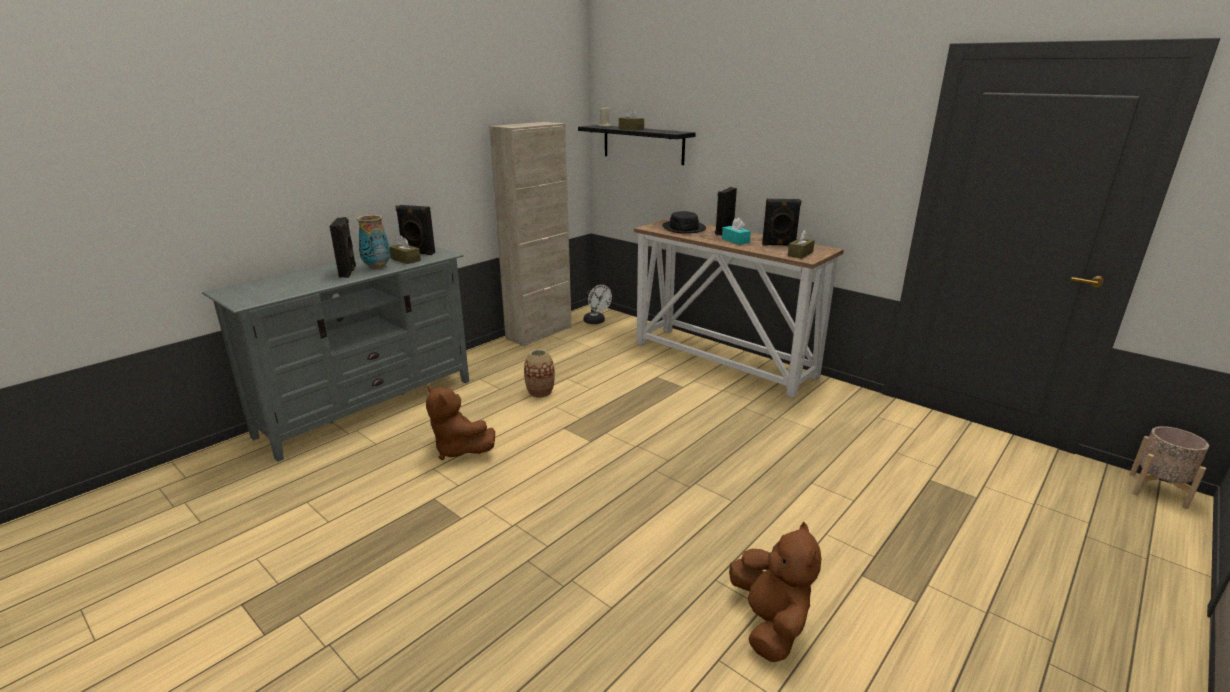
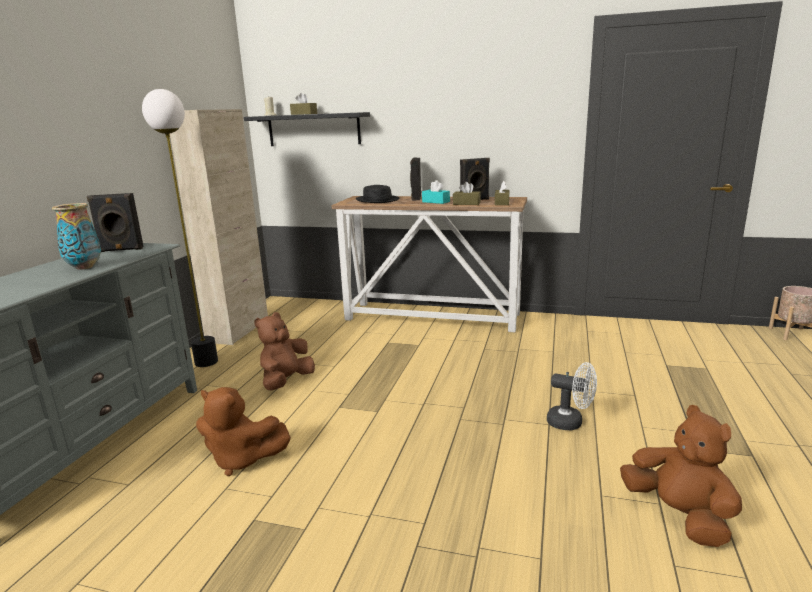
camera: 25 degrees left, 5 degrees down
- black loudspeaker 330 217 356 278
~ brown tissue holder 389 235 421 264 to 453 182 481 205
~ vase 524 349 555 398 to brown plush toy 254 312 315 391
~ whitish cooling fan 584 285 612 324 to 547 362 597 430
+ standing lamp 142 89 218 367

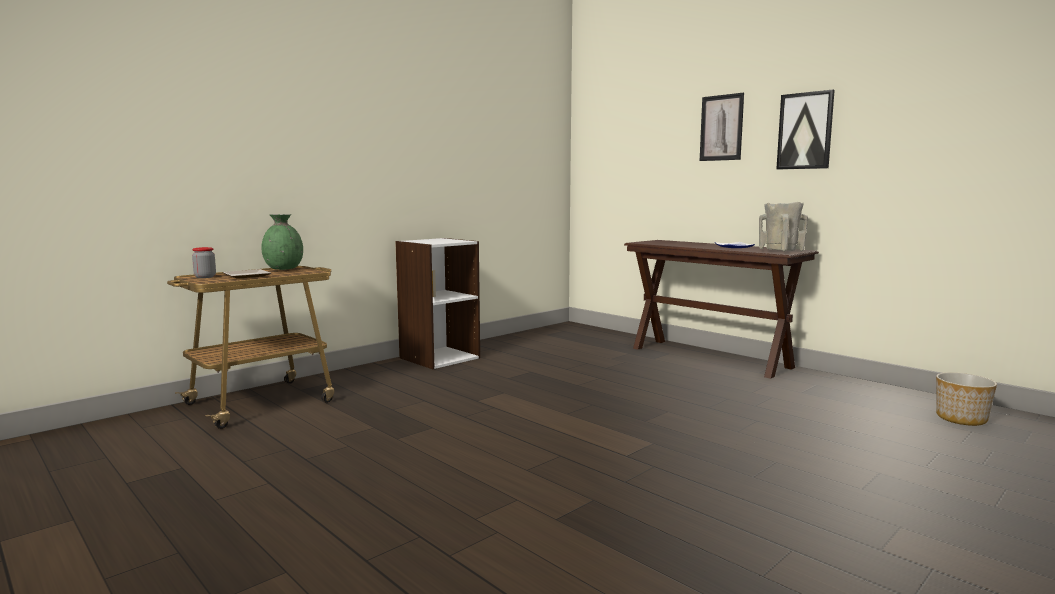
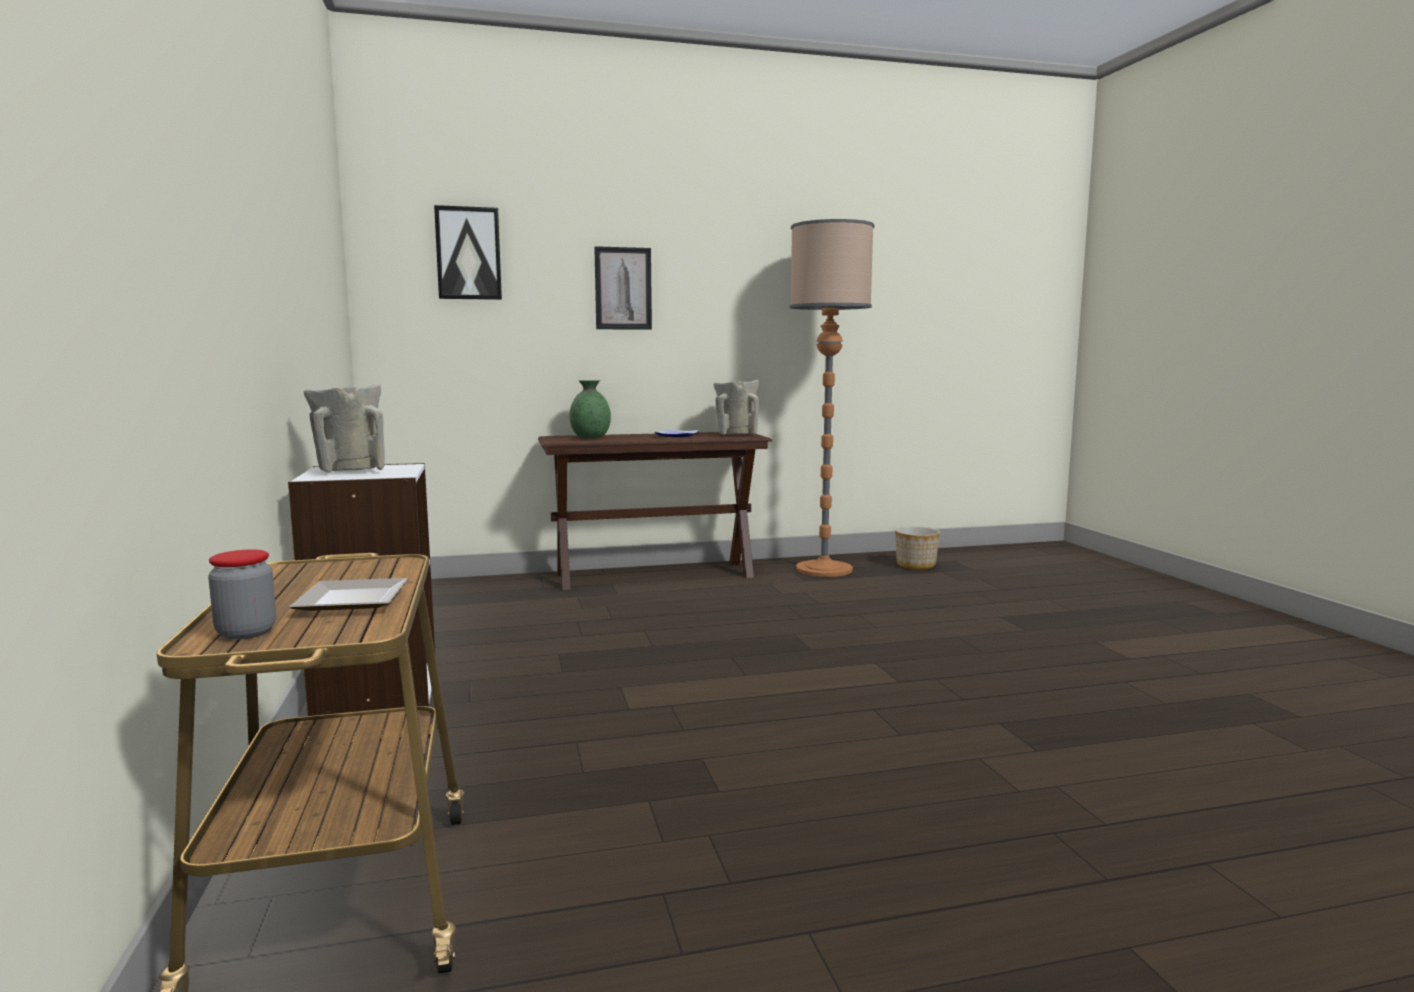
camera: 60 degrees left, 0 degrees up
~ greenish vase 261 214 303 270 to 570 380 611 438
~ wall picture 776 90 835 169 to 434 205 502 300
+ beige vase 304 384 385 473
+ standing lamp 790 219 874 577

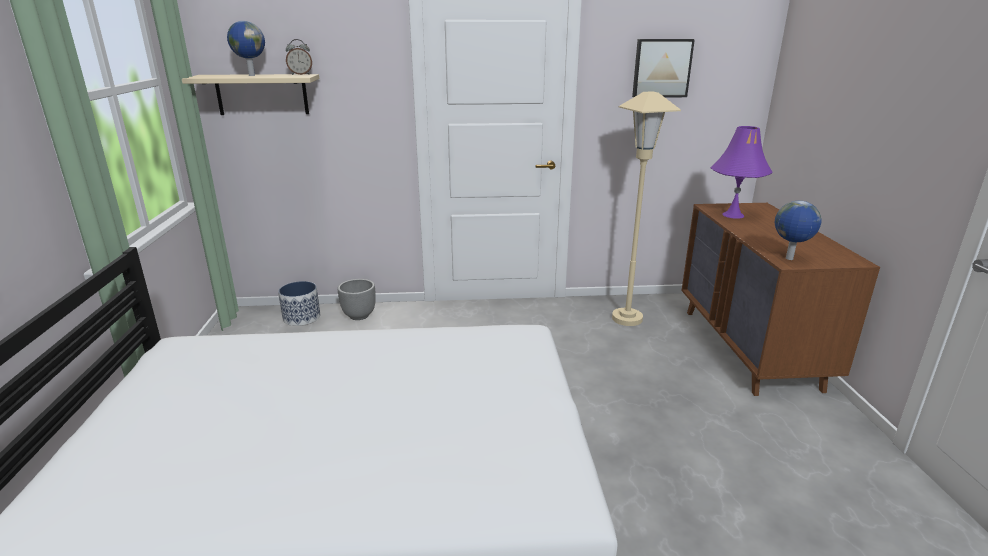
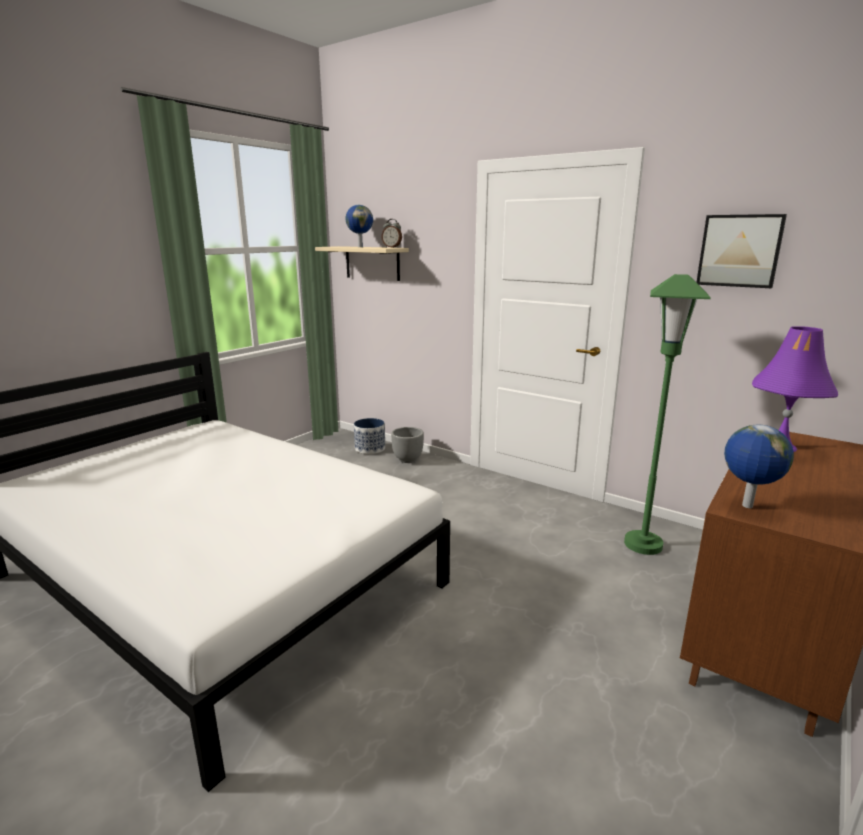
camera: 40 degrees right, 5 degrees down
~ beige standing lamp 612 91 681 326 to greenish standing lamp 624 274 711 555

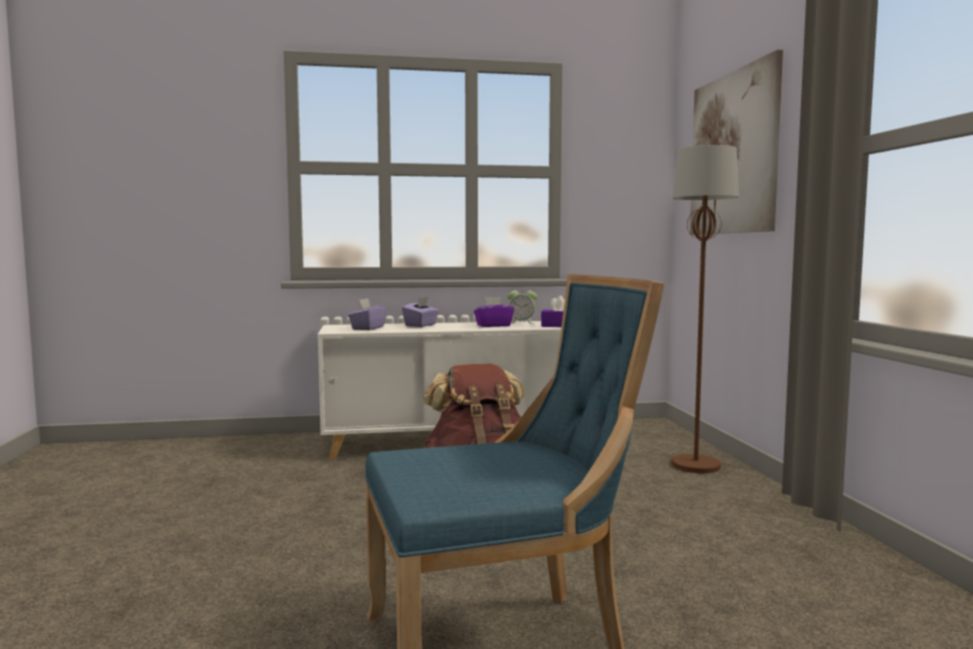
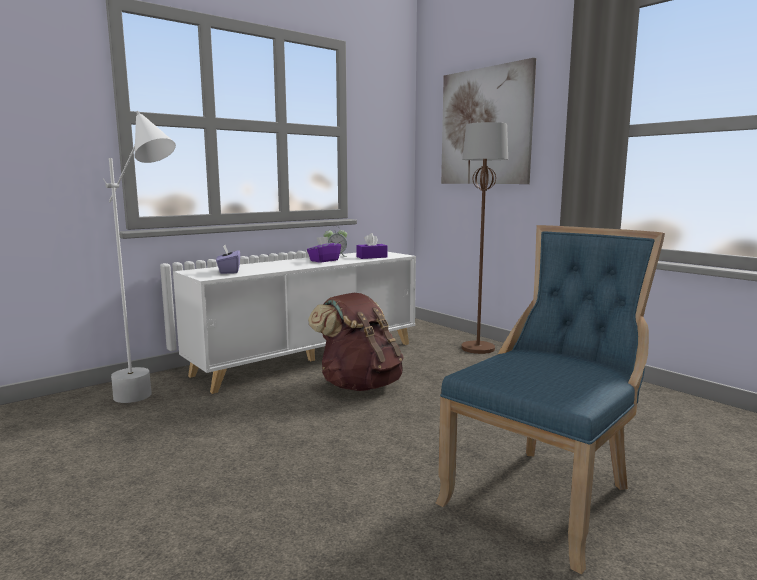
camera: 30 degrees left, 5 degrees up
- purple tissue holder 402 297 439 327
+ whitish standing lamp 103 111 176 403

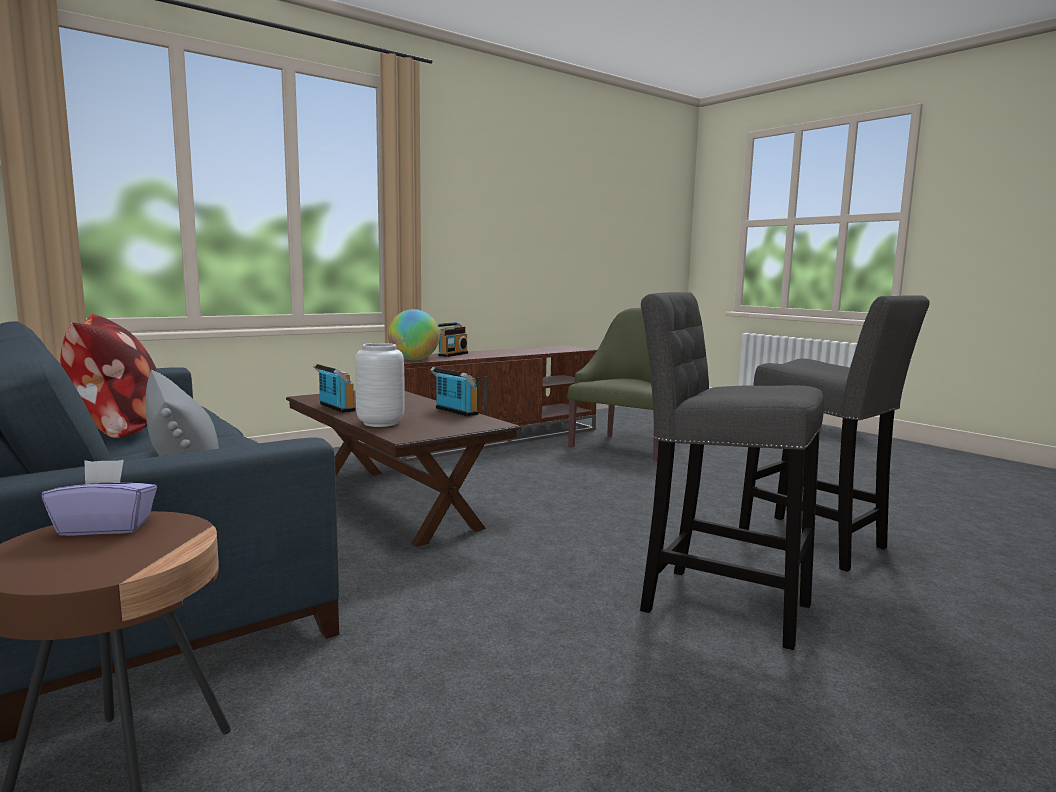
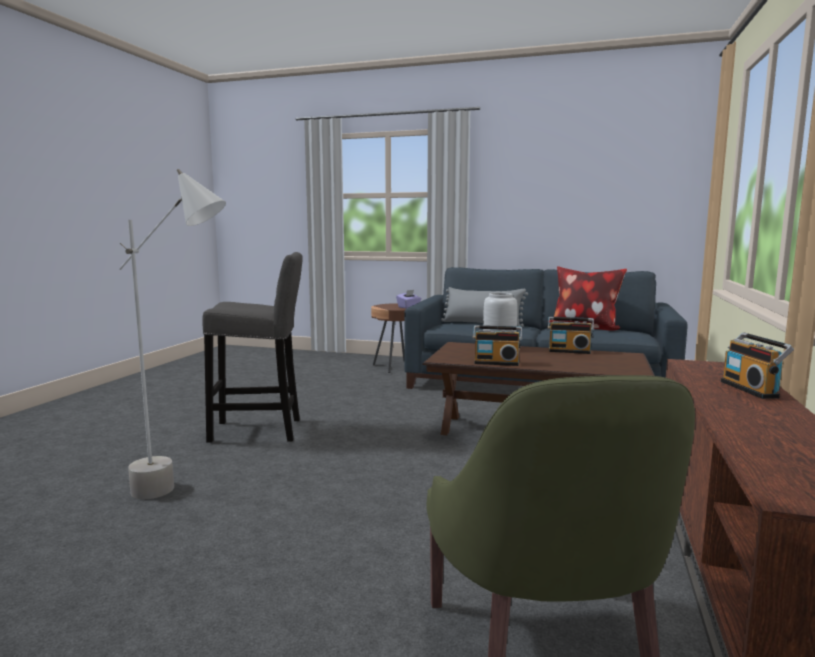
camera: 145 degrees right, 0 degrees up
- globe 388 309 440 361
~ grey sitting stool 739 295 930 572 to grey standing lamp 119 169 226 499

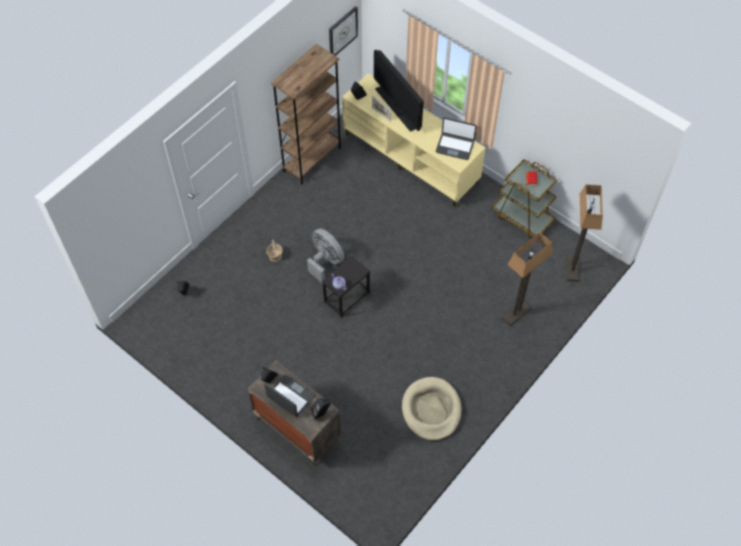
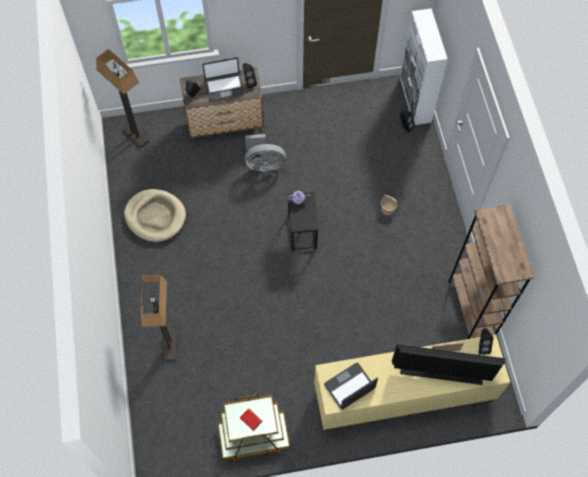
camera: 130 degrees right, 5 degrees up
~ grey cooling fan 307 228 344 283 to 245 134 286 171
- wall clock 329 6 358 56
~ standing lamp 566 184 603 282 to 96 49 149 148
+ whitish cupboard 400 8 448 125

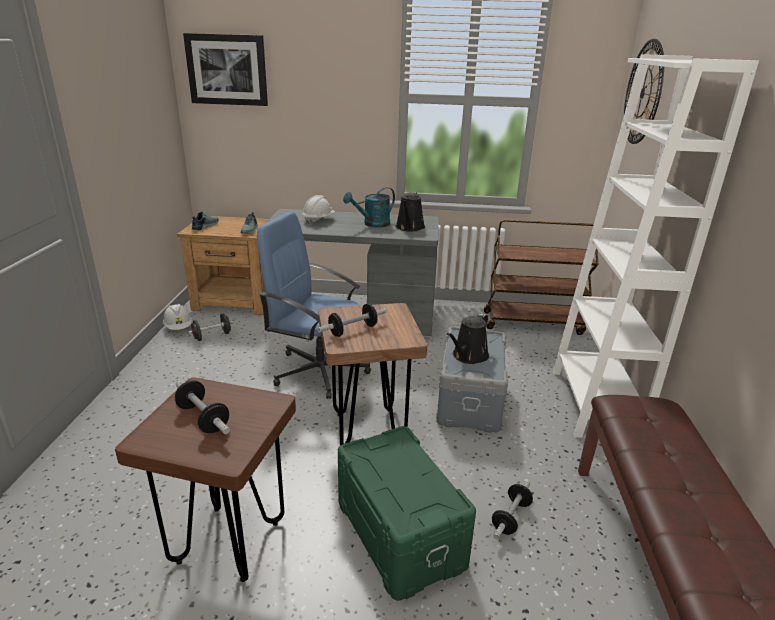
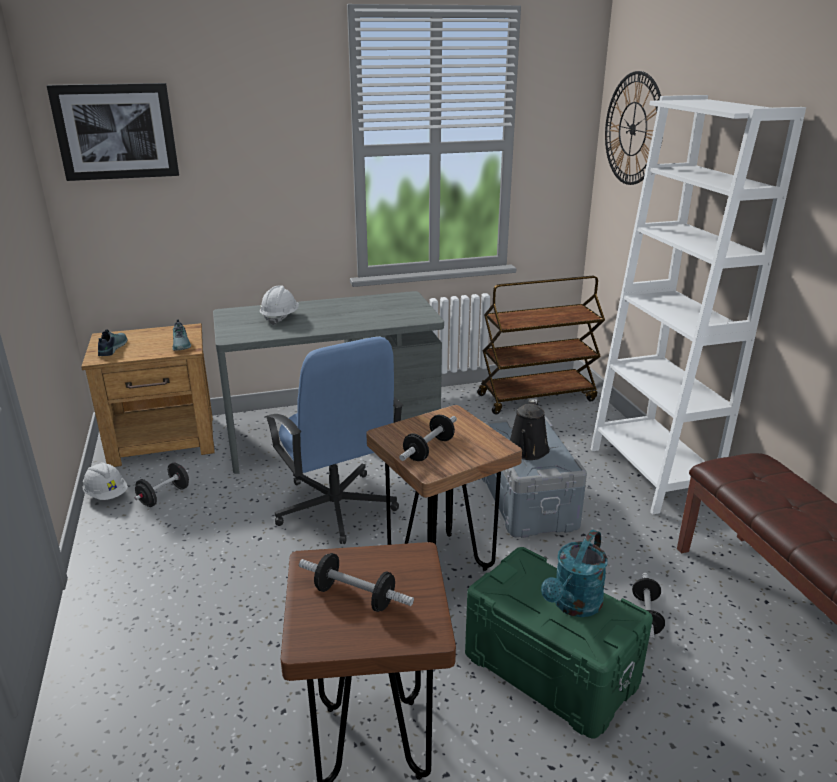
camera: 20 degrees left, 0 degrees up
~ bluish office chair 257 211 371 399 = 265 337 403 544 120 degrees counterclockwise
~ turquoise-coloured sprinkling can 343 187 395 228 to 541 530 608 617
- black sprinkling can 395 192 425 232

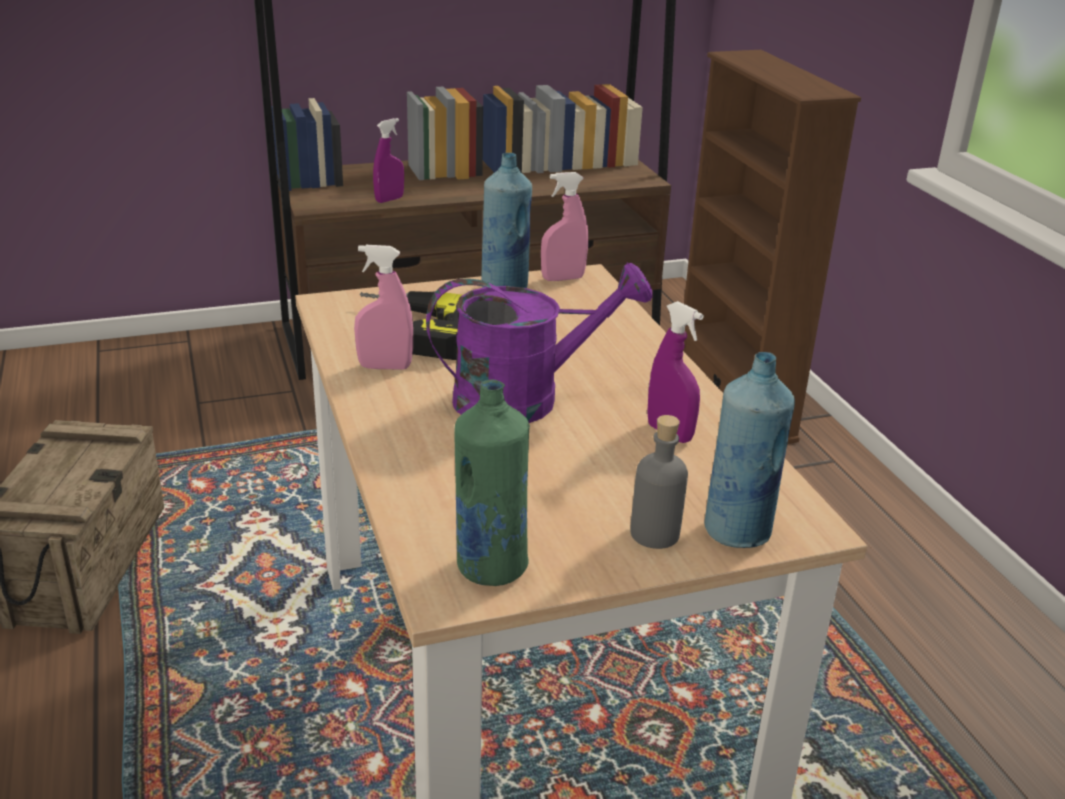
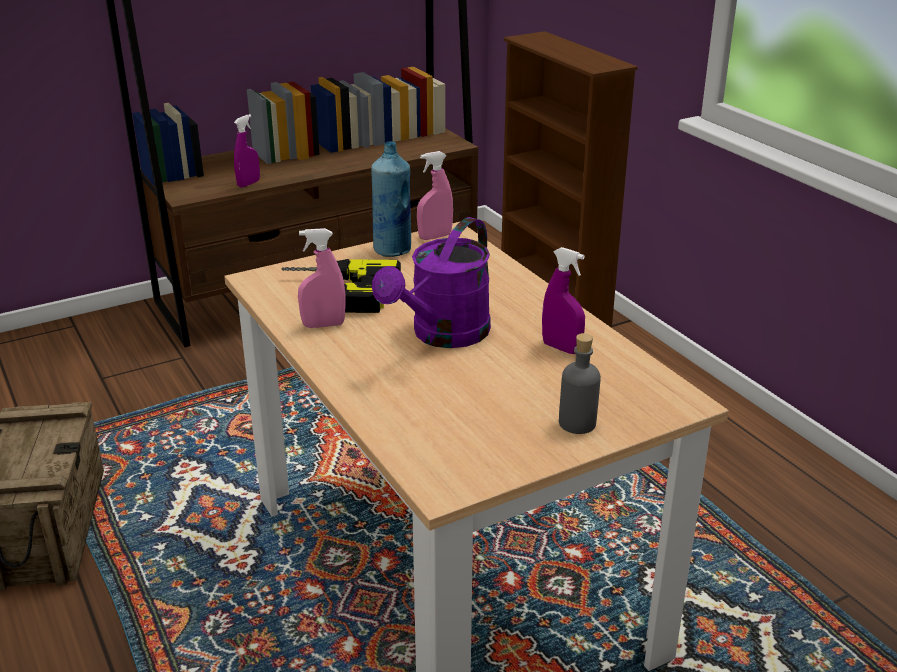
camera: 10 degrees left, 0 degrees up
~ purple sprinkling can 426 262 653 423 = 372 217 491 348 150 degrees clockwise
- greenish beverage bottle 454 380 530 586
- bluish beverage bottle 704 352 795 548

